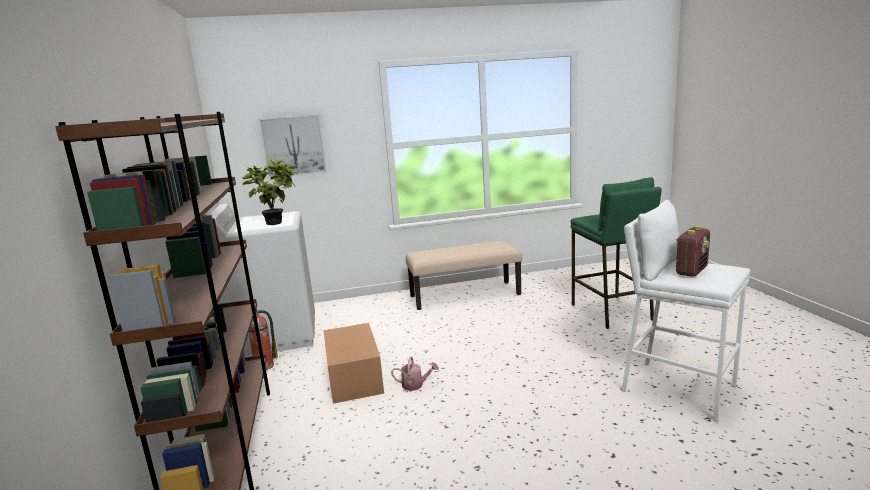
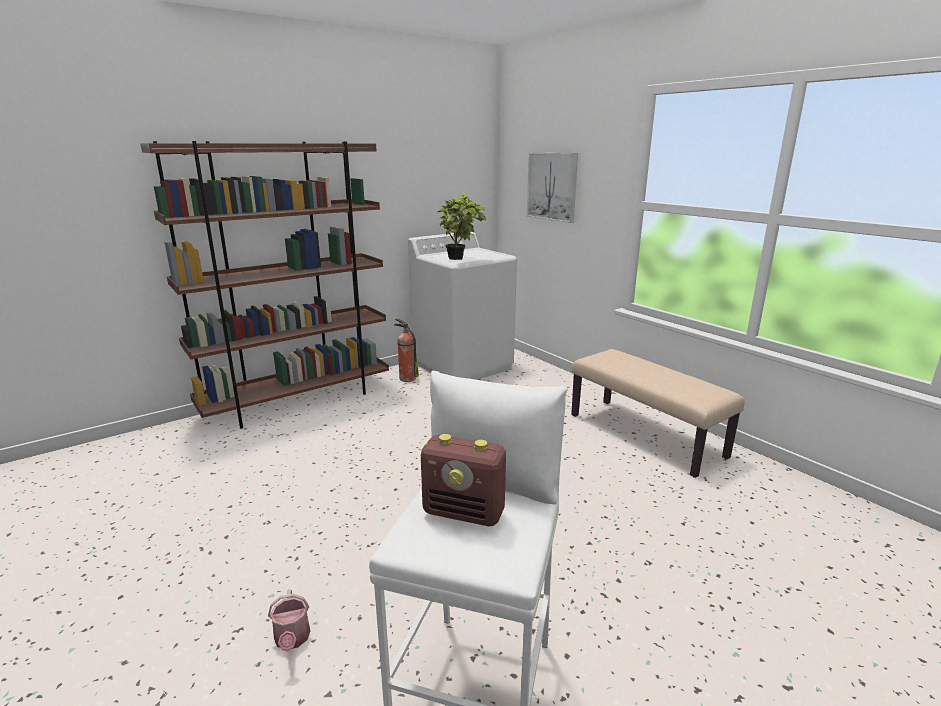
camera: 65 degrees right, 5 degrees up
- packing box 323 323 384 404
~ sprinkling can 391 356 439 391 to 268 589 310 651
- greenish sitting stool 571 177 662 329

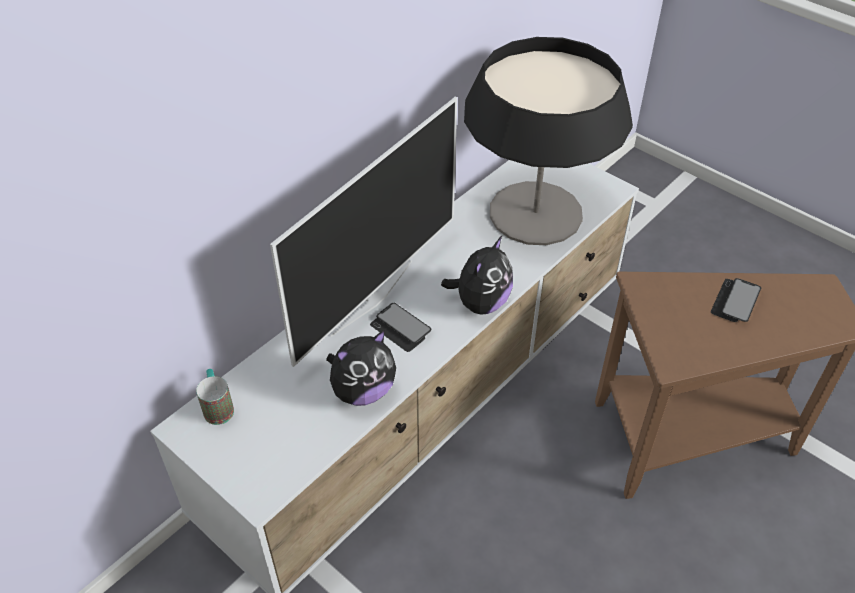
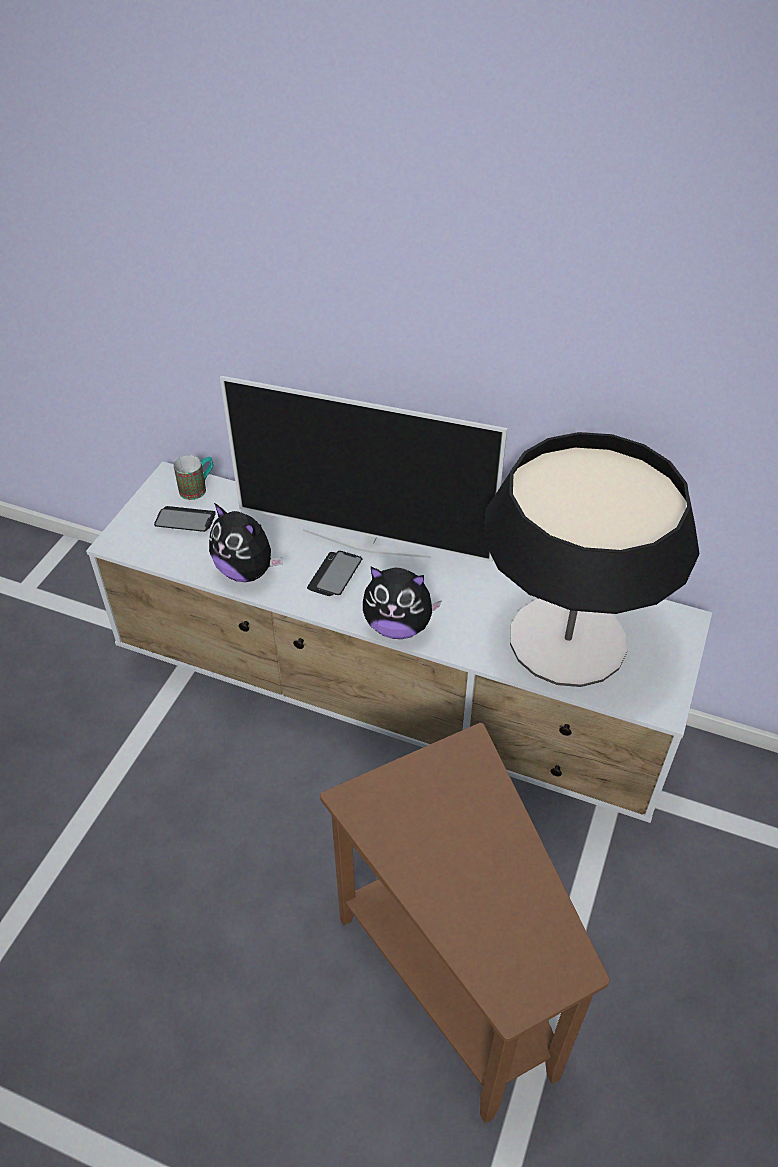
camera: 70 degrees right, 0 degrees up
~ handset 711 278 761 322 to 154 506 216 532

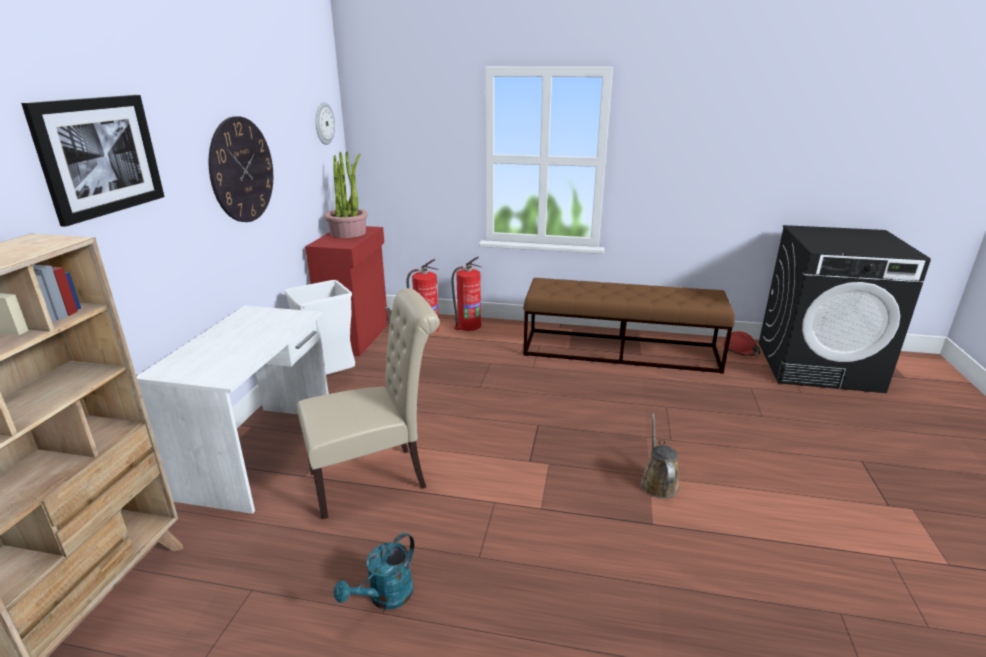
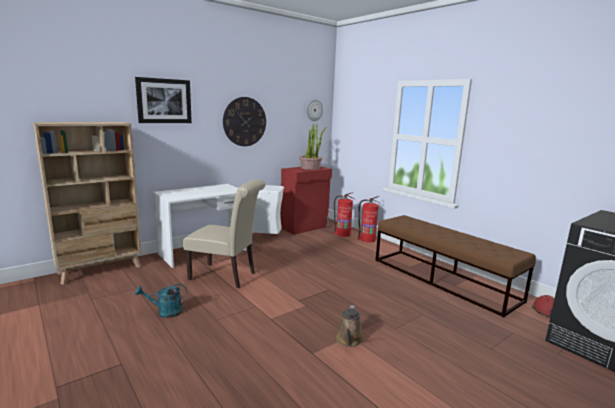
camera: 40 degrees right, 10 degrees down
~ brown sprinkling can 640 413 679 499 = 336 305 363 347 150 degrees clockwise

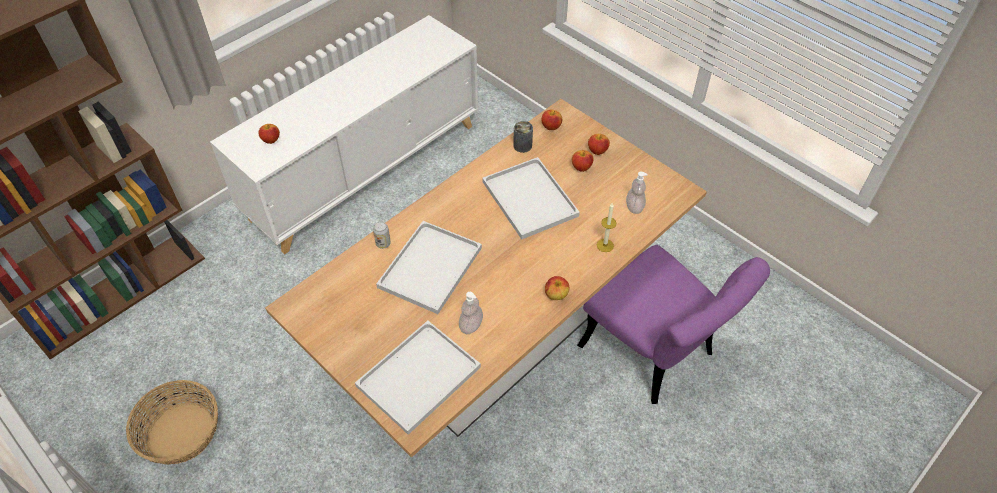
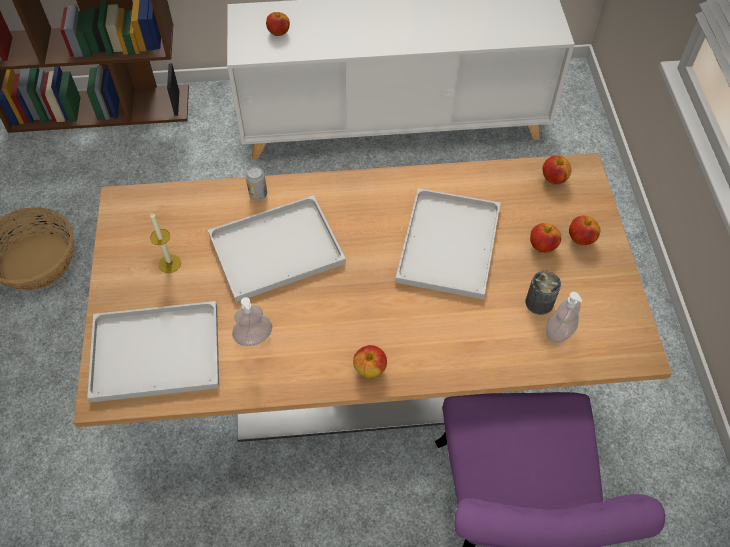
camera: 40 degrees right, 5 degrees up
~ metal can 513 121 533 153 to 525 271 561 315
~ wax candle 597 203 617 252 to 150 212 181 273

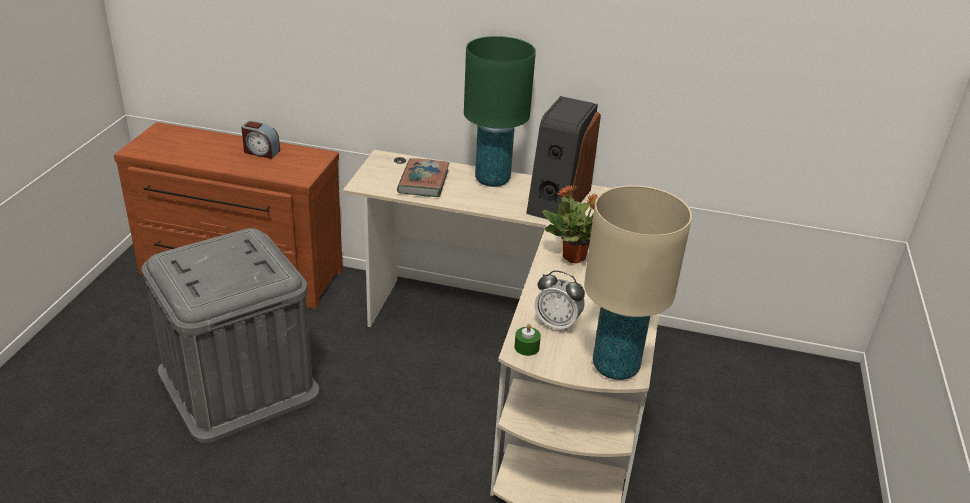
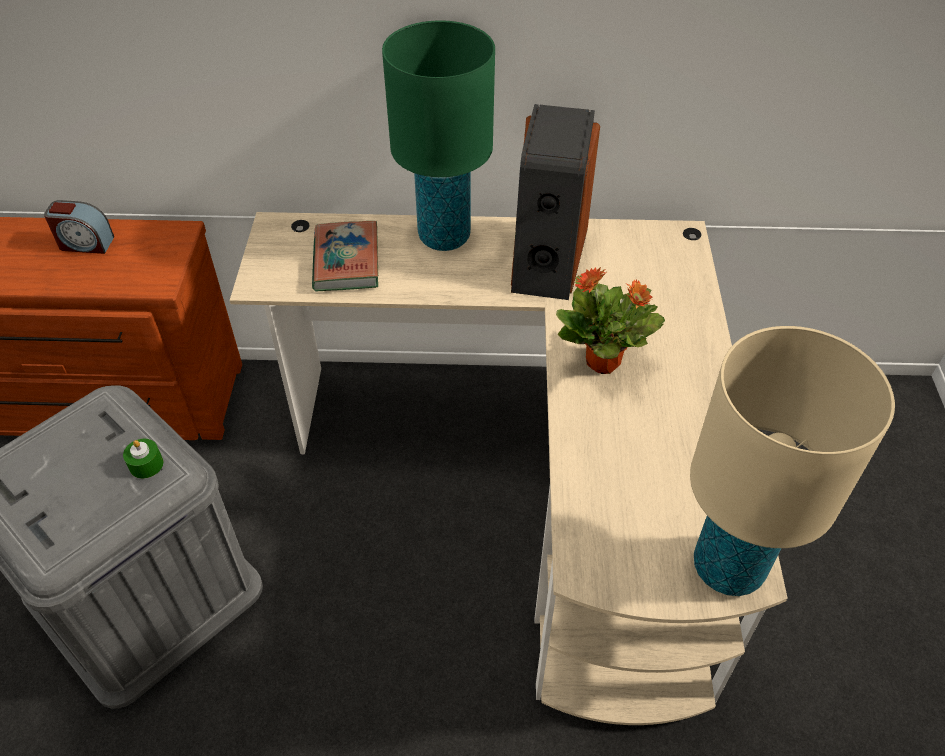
camera: 10 degrees left, 15 degrees up
~ greenish wax candle 514 324 541 356 to 123 439 163 479
- alarm clock 535 270 585 333

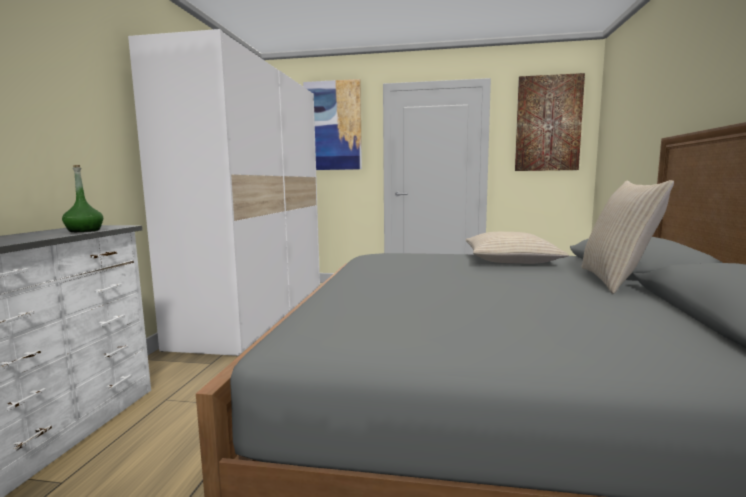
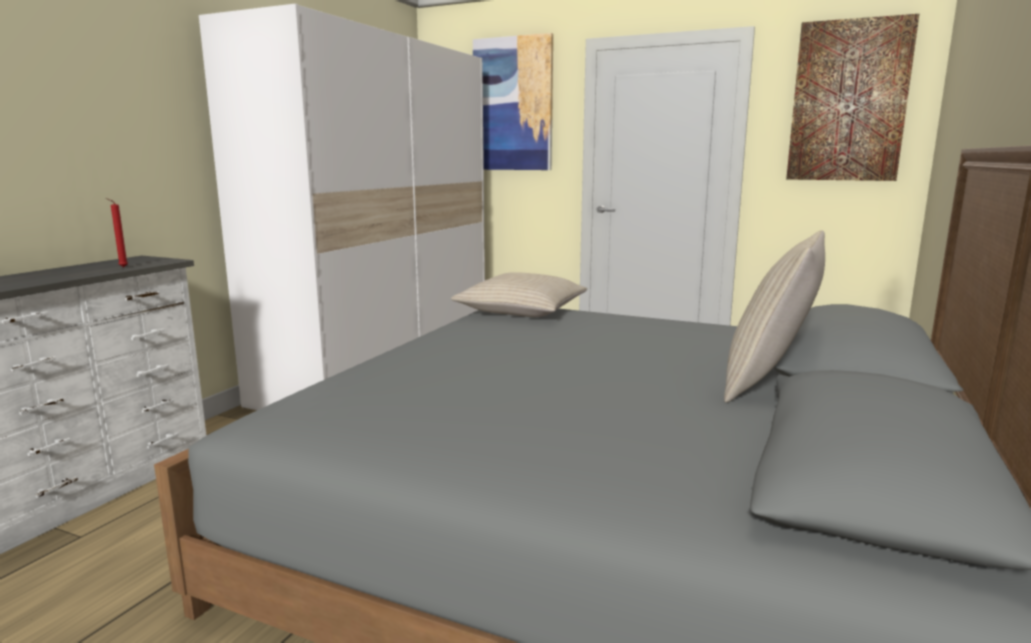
camera: 15 degrees right, 5 degrees up
~ greenish beverage bottle 62 165 103 232 to red wax candle 106 198 128 267
~ beige cushion 466 232 569 264 to 451 272 587 317

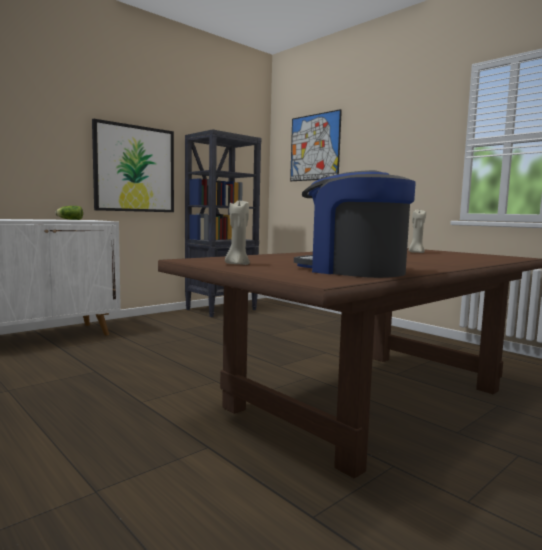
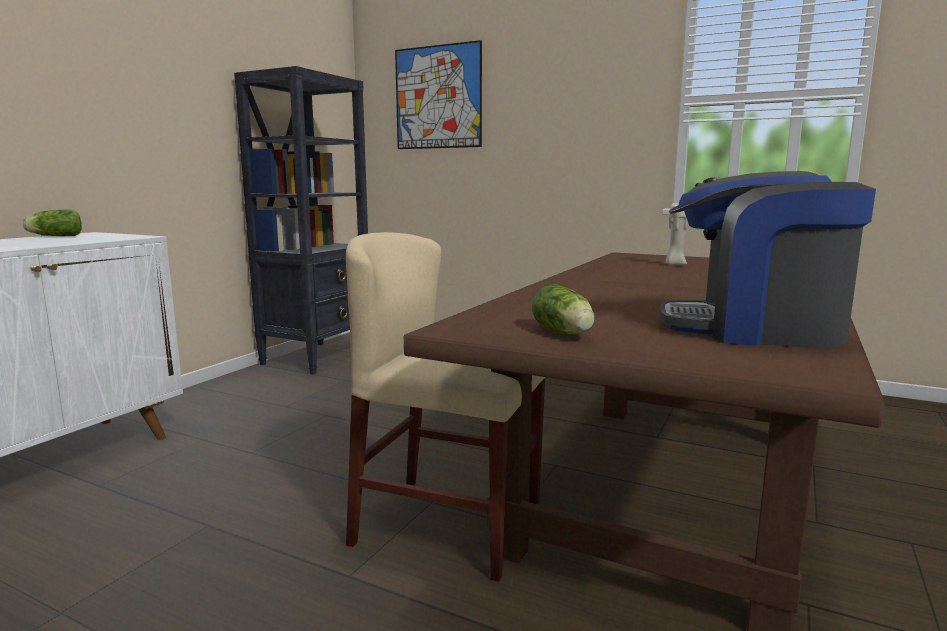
camera: 20 degrees left, 5 degrees up
- wall picture 92 119 174 212
~ beige wax candle 225 201 250 265 to head of lettuce 532 284 595 335
+ beige upright chair 346 232 545 582

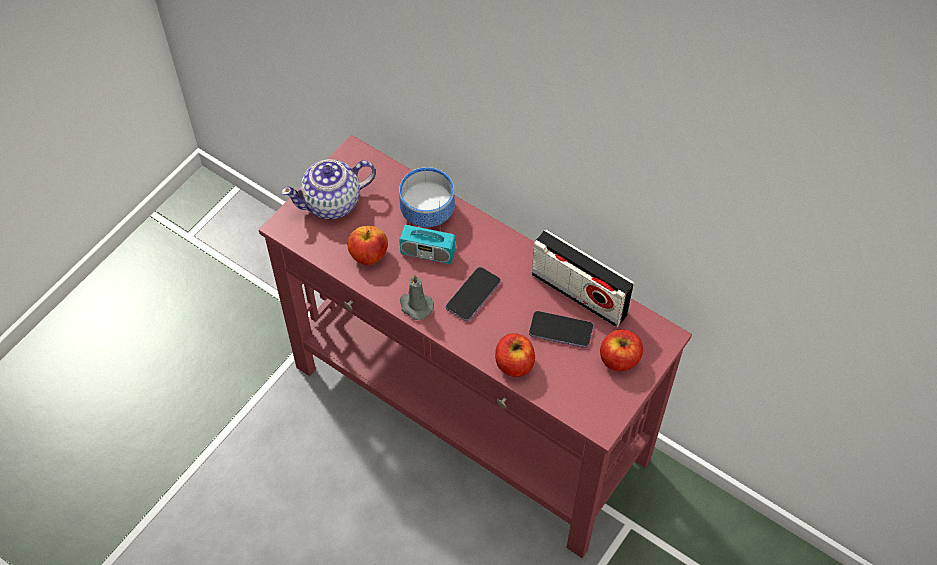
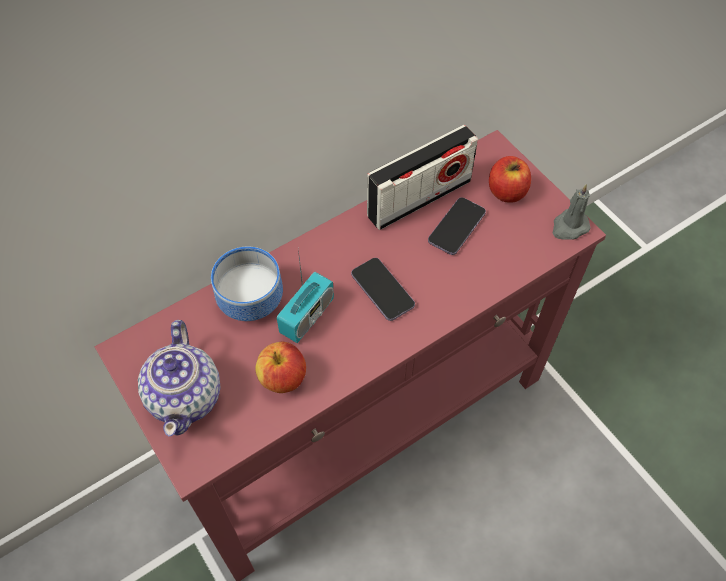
camera: 70 degrees left, 0 degrees up
~ grey wax candle 400 275 434 320 to 553 184 590 240
- apple 495 333 535 377

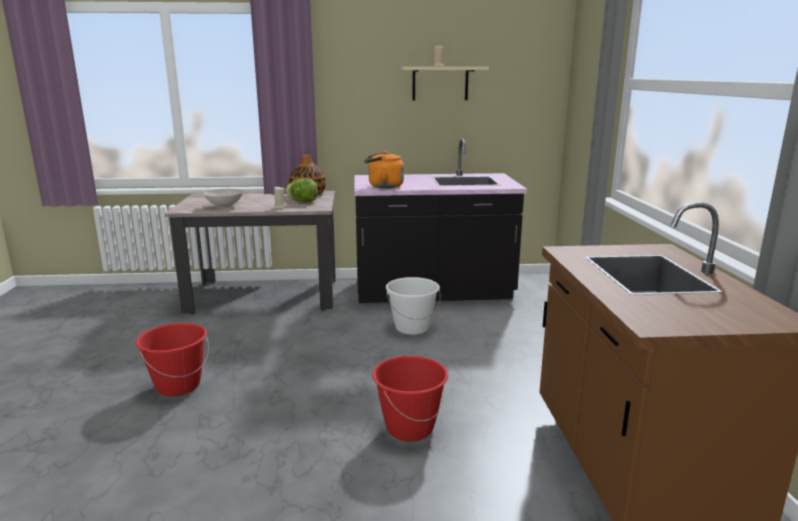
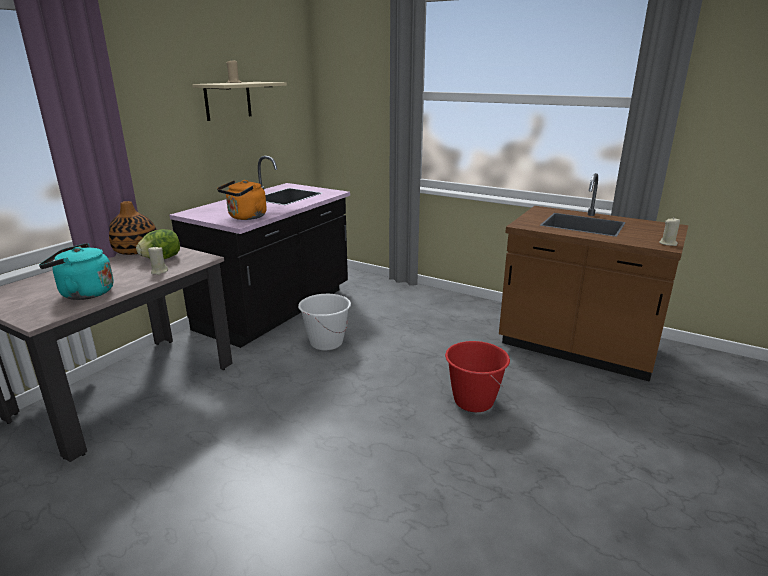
camera: 55 degrees left, 5 degrees up
- red bucket 136 323 209 396
~ whitish bowl 203 189 243 208 to turquoise-coloured water kettle 39 243 114 300
+ beige wax candle 659 218 680 246

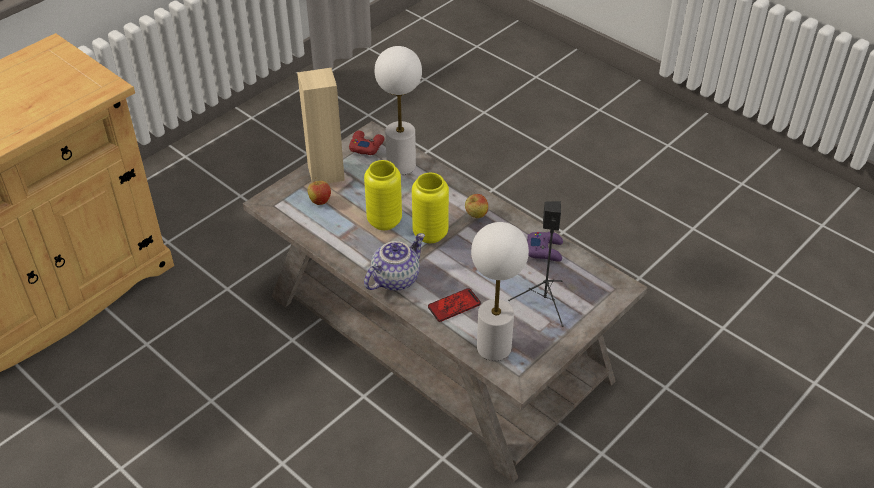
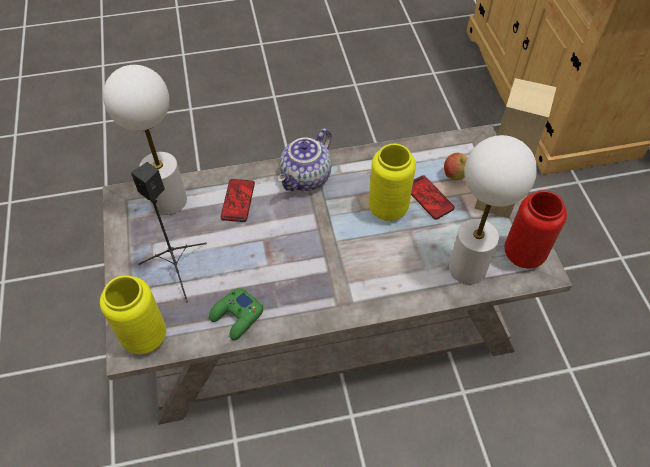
camera: 125 degrees right, 10 degrees up
~ red game controller 349 131 385 155 to red vase 504 190 567 268
~ tea pot 364 233 425 291 = 277 128 332 191 45 degrees clockwise
~ yellow-coloured vase 412 173 449 243 to 100 275 166 354
- apple 465 194 488 218
~ purple game controller 527 232 563 262 to greenish game controller 209 287 263 340
+ handset 411 175 455 220

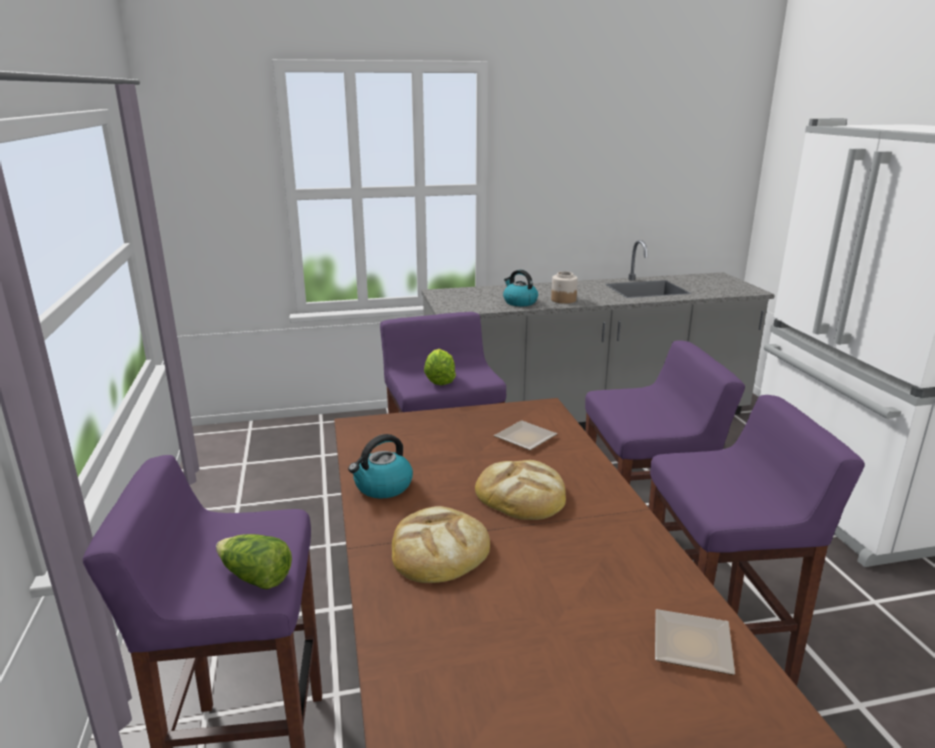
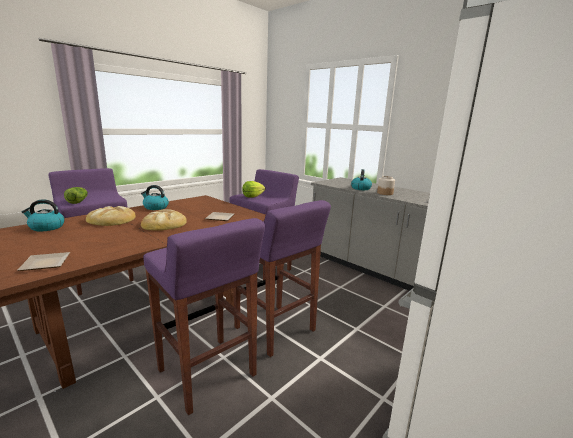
camera: 55 degrees right, 5 degrees down
+ water kettle 22 199 64 232

